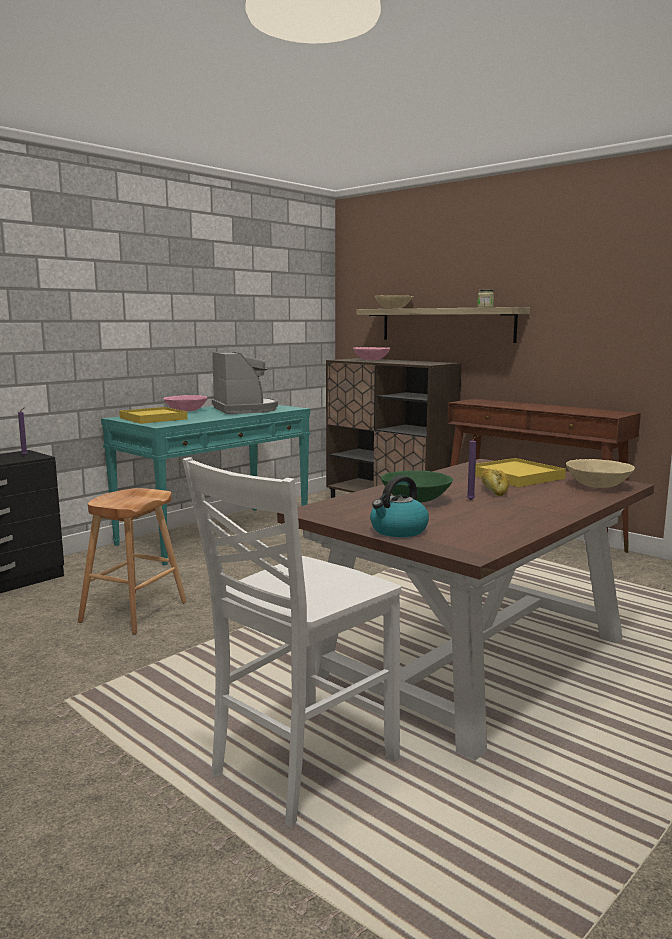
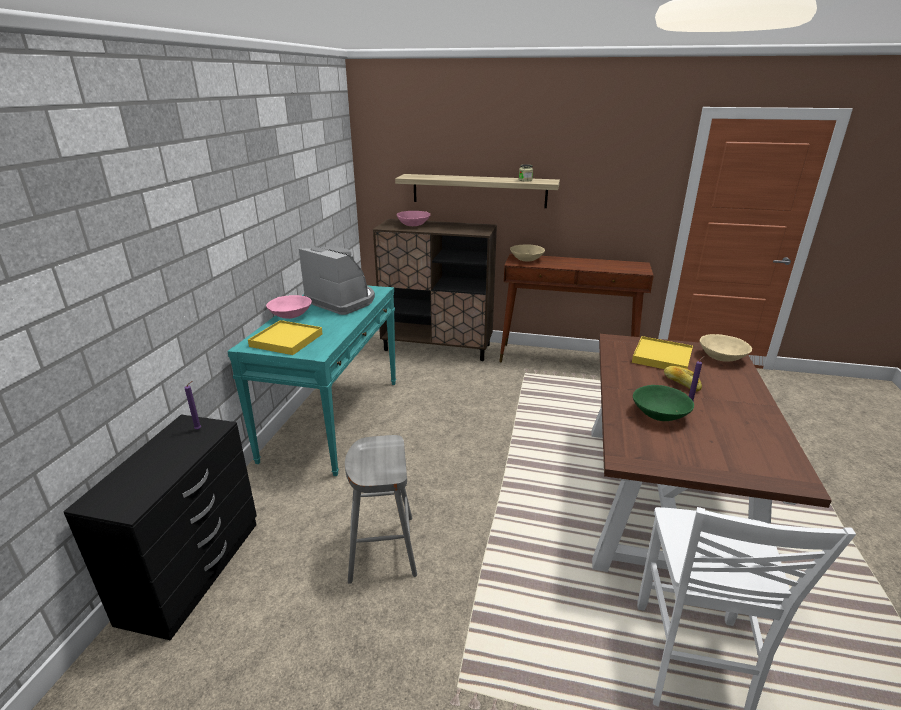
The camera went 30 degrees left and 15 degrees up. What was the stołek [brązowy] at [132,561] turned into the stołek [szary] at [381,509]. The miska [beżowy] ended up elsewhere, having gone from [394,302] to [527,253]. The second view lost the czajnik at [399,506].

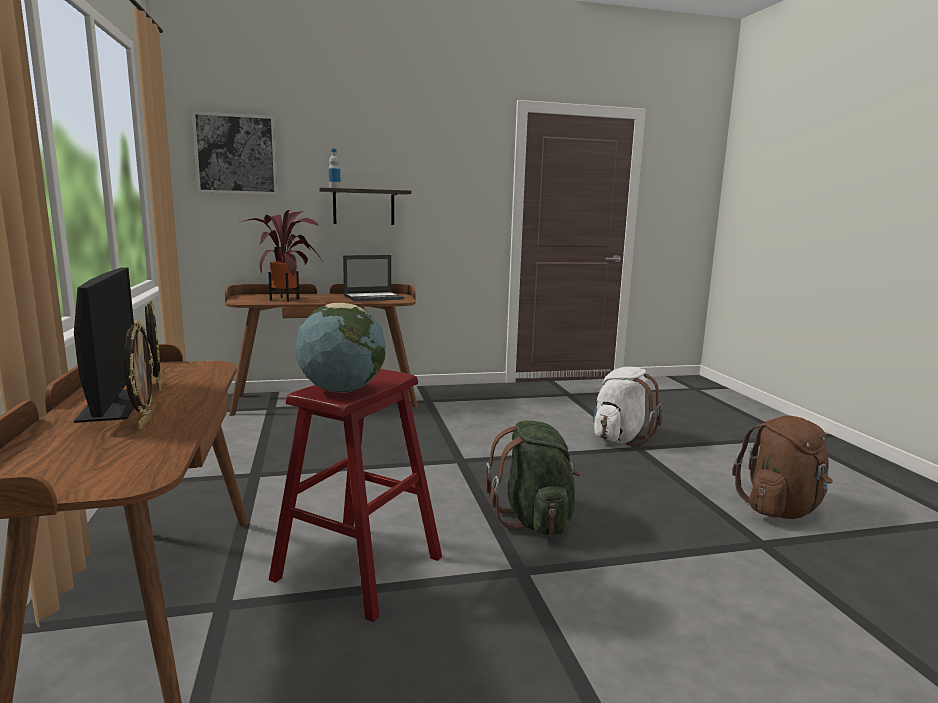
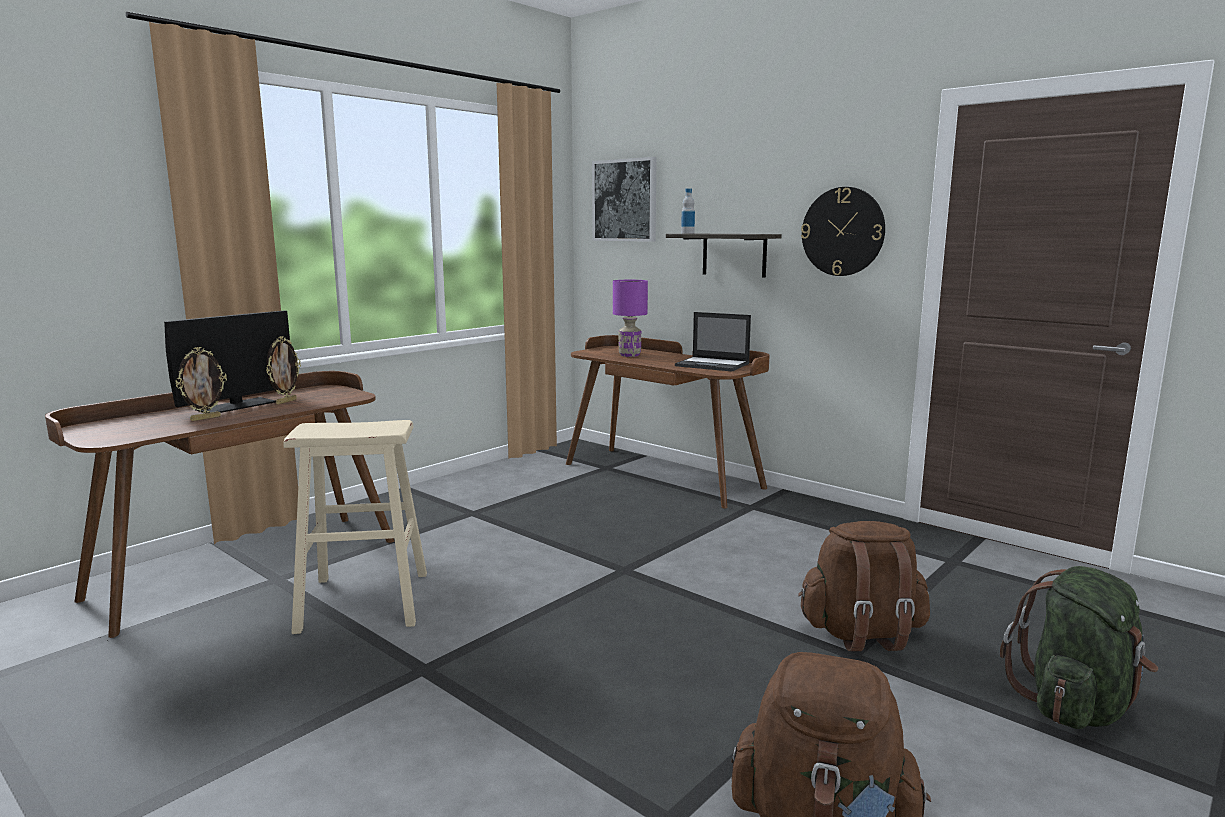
The camera went 55 degrees right and 0 degrees up. What was the stołek [czerwony] at [355,495] turned into the stołek [beżowy] at [355,527]. Where the roślina doniczkowa stood at [281,256], the lampa stołowa [fioletowy] came to stand at [630,318]. What was the plecak [biały] at [627,407] turned into the plecak [brązowy] at [864,586]. The second view gained the zegar ścienny at [843,231]. The plecak [zielony] ended up elsewhere, having gone from [533,478] to [1079,647]. The second view lost the globus at [340,348].

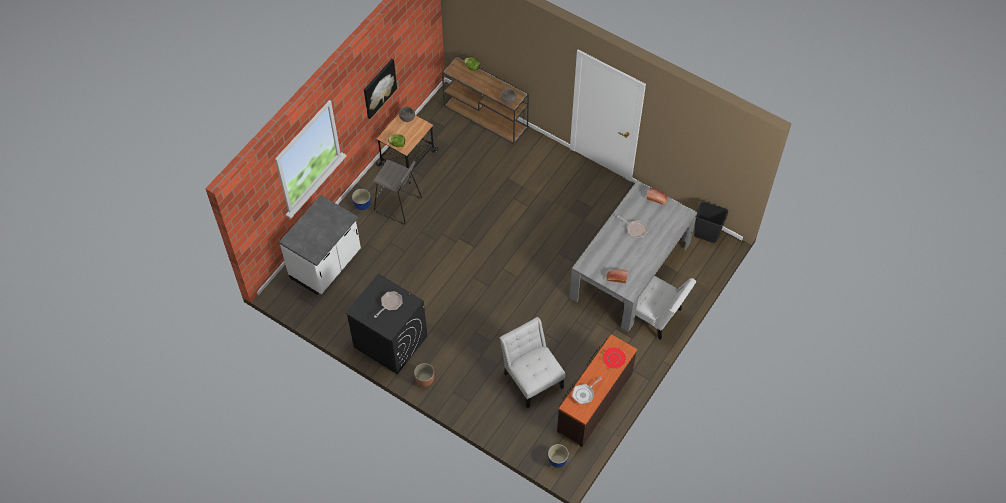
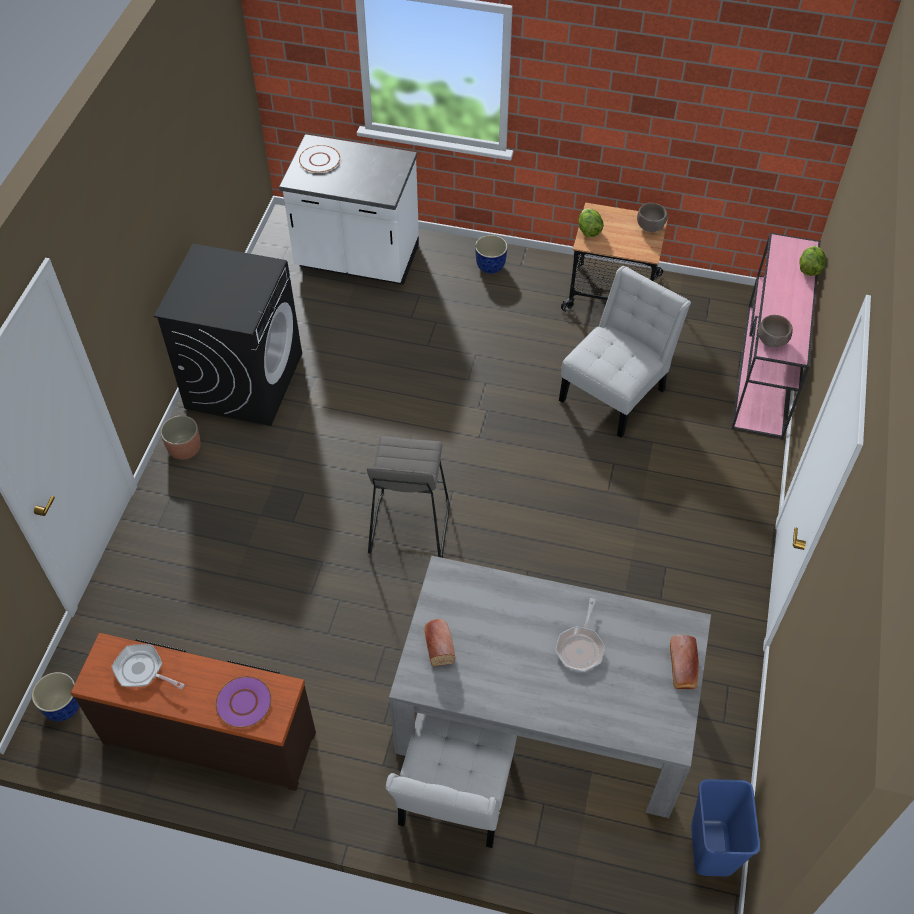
The camera went 70 degrees right and 5 degrees down. What was the talerz [czerwony] at [614,358] turned into the talerz [fioletowy] at [243,702]. The second view gained the talerz [biały] at [319,159]. The stołek [szary] ended up elsewhere, having gone from [397,192] to [408,497]. The krzesło [biały] ended up elsewhere, having gone from [532,362] to [625,352]. What was the kosz na śmieci [czarny] at [711,222] turned into the kosz na śmieci [niebieski] at [725,827]. What was the stolik konsolowy [brązowy] at [485,100] turned into the stolik konsolowy [różowy] at [776,335]. The second view lost the obraz at [380,89]. The second view lost the patelnia at [388,304].

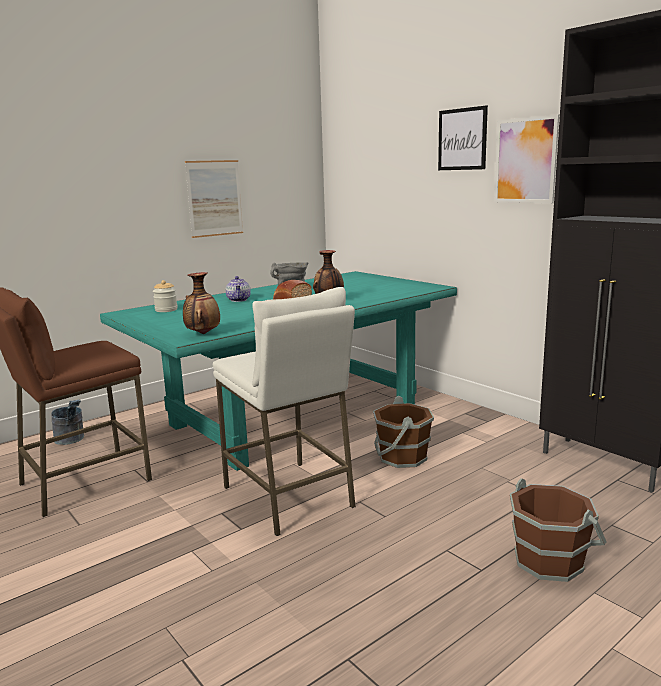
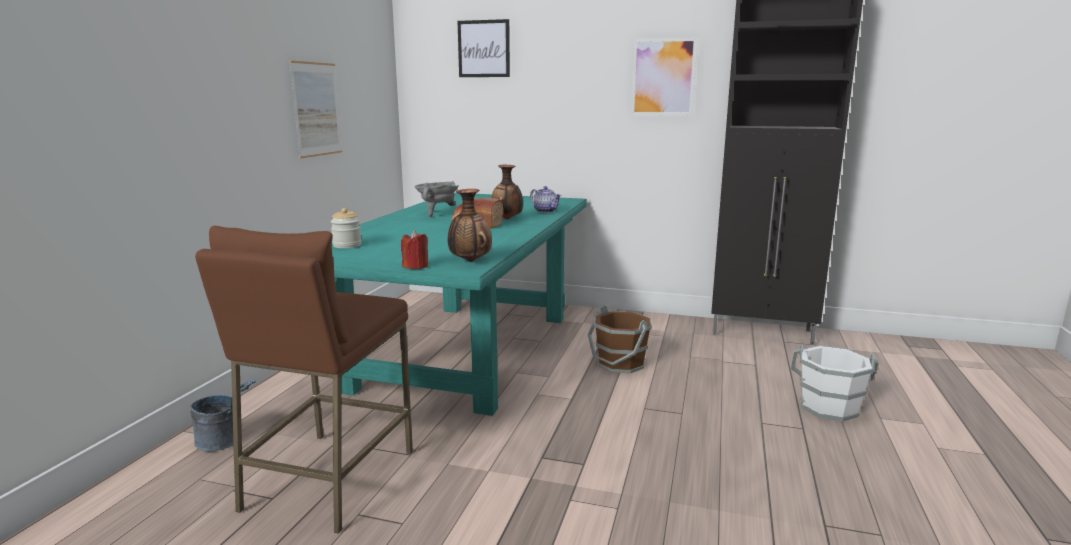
The camera went 35 degrees left and 0 degrees up. The second view gained the świeca [czerwony] at [414,249]. The obraz ended up elsewhere, having gone from [463,137] to [484,48]. The imbryk ended up elsewhere, having gone from [238,289] to [545,199]. What was the wiadro [brązowy] at [558,530] turned into the wiadro [biały] at [834,383]. The second view lost the stołek [biały] at [284,411].

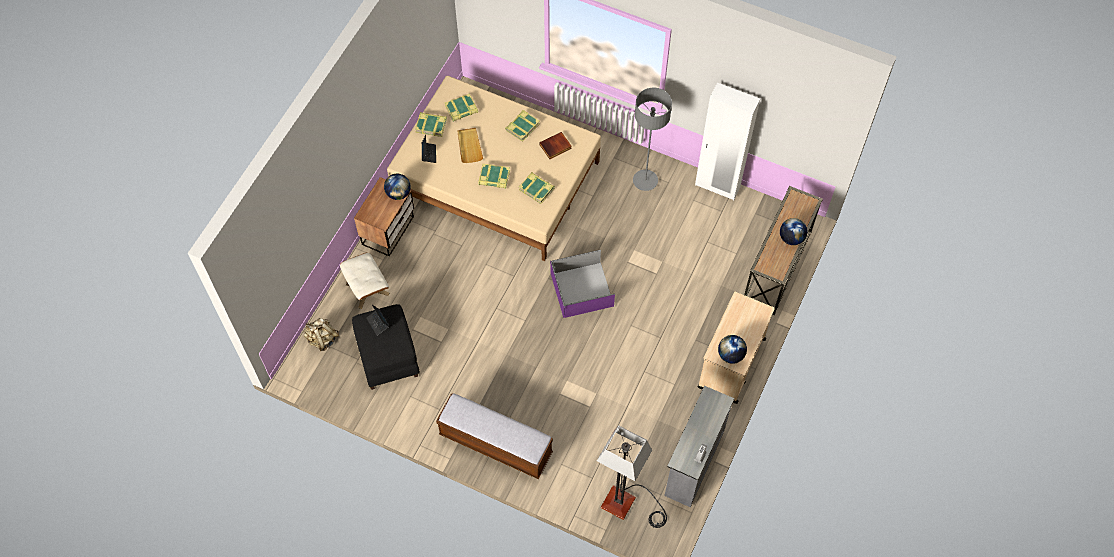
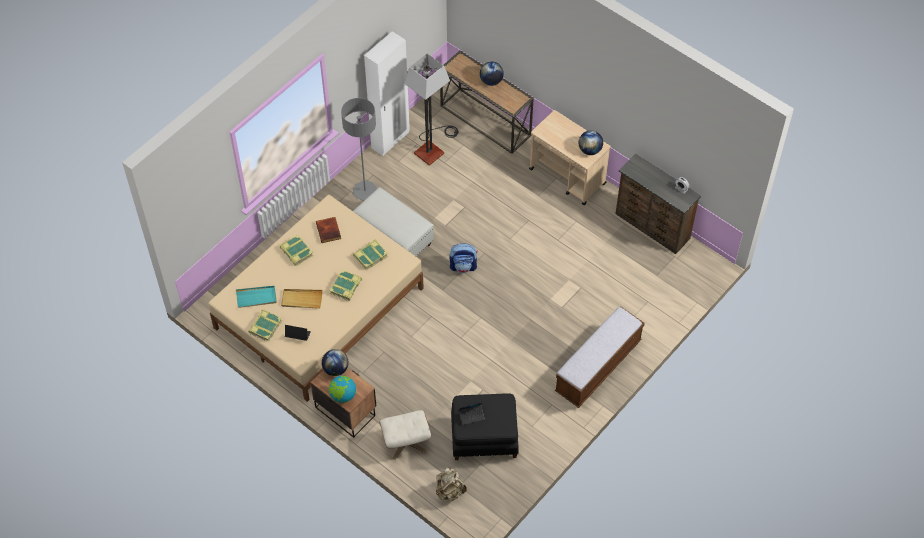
The camera went 75 degrees left and 5 degrees down. Where the książka stood at [461,108], the taca [turkusowy] came to stand at [256,297]. The second view gained the globus at [342,389]. The second view gained the pufa [biały] at [393,221]. The lampa stojąca ended up elsewhere, having gone from [632,477] to [431,109]. Where the pojemnik do przechowywania [fioletowy] stood at [582,284], the plecak came to stand at [464,258]. What was the komoda [szary] at [699,446] turned into the komoda [brązowy] at [658,203].

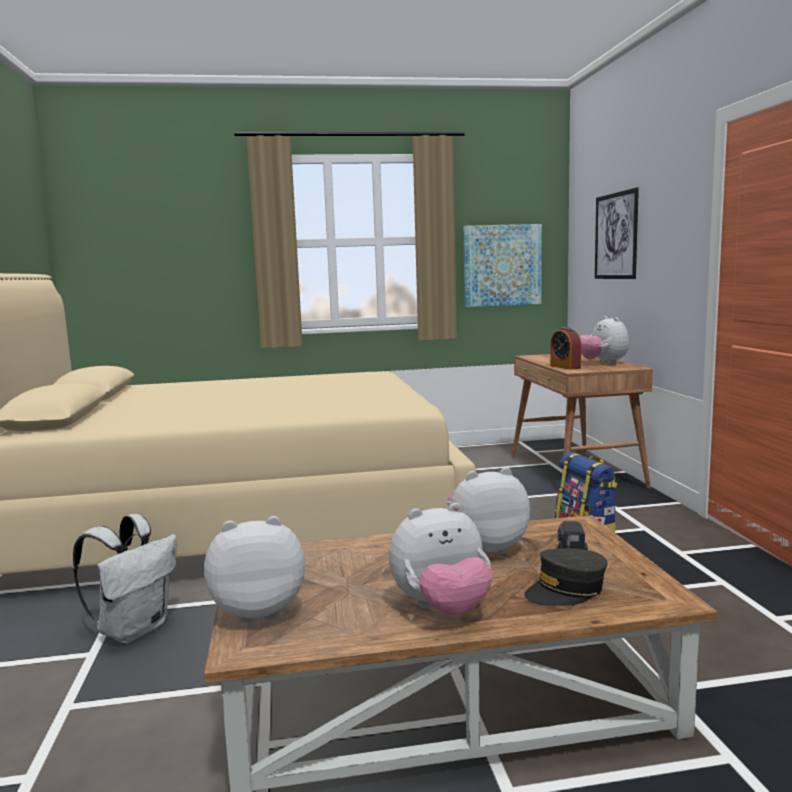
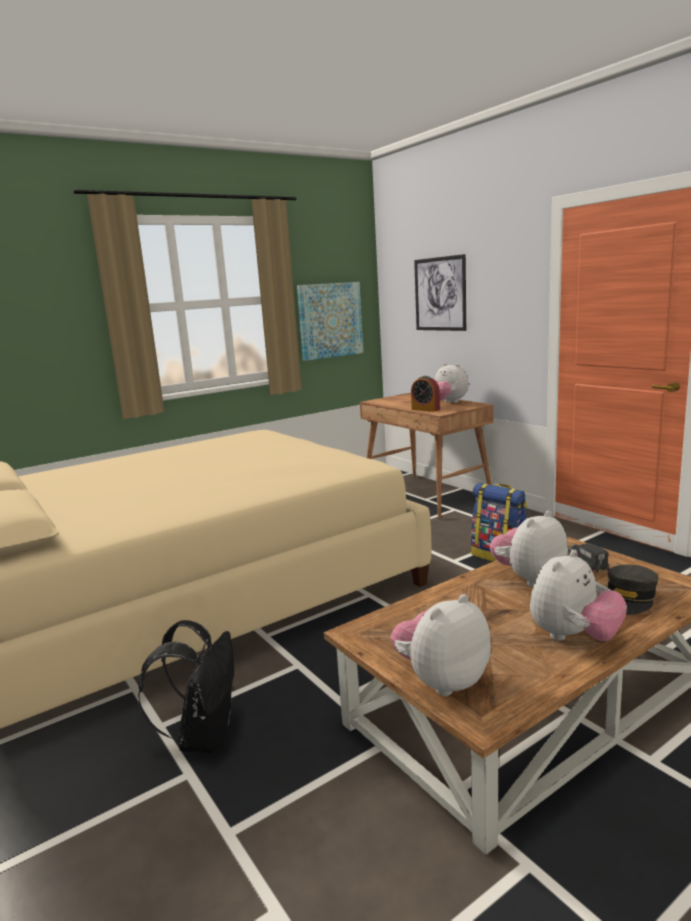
The camera went 25 degrees left and 5 degrees up. What was the plecak [biały] at [125,578] turned into the plecak [czarny] at [186,686].

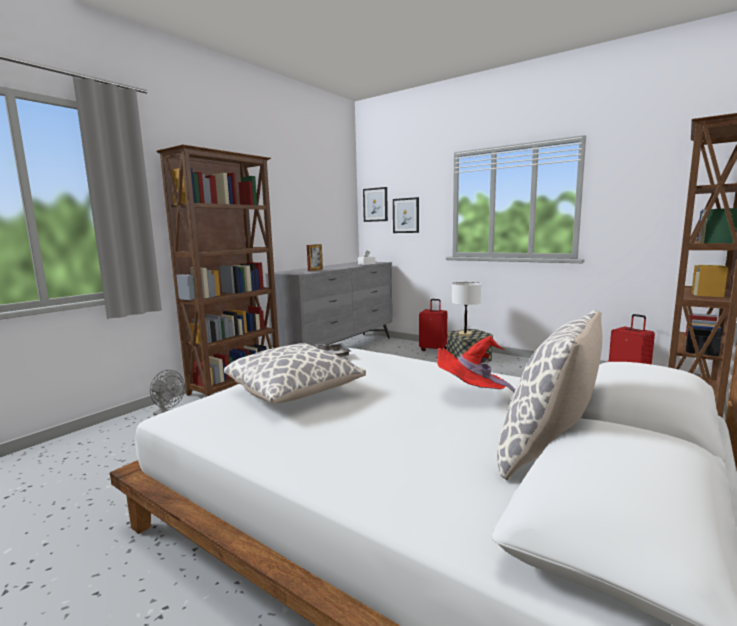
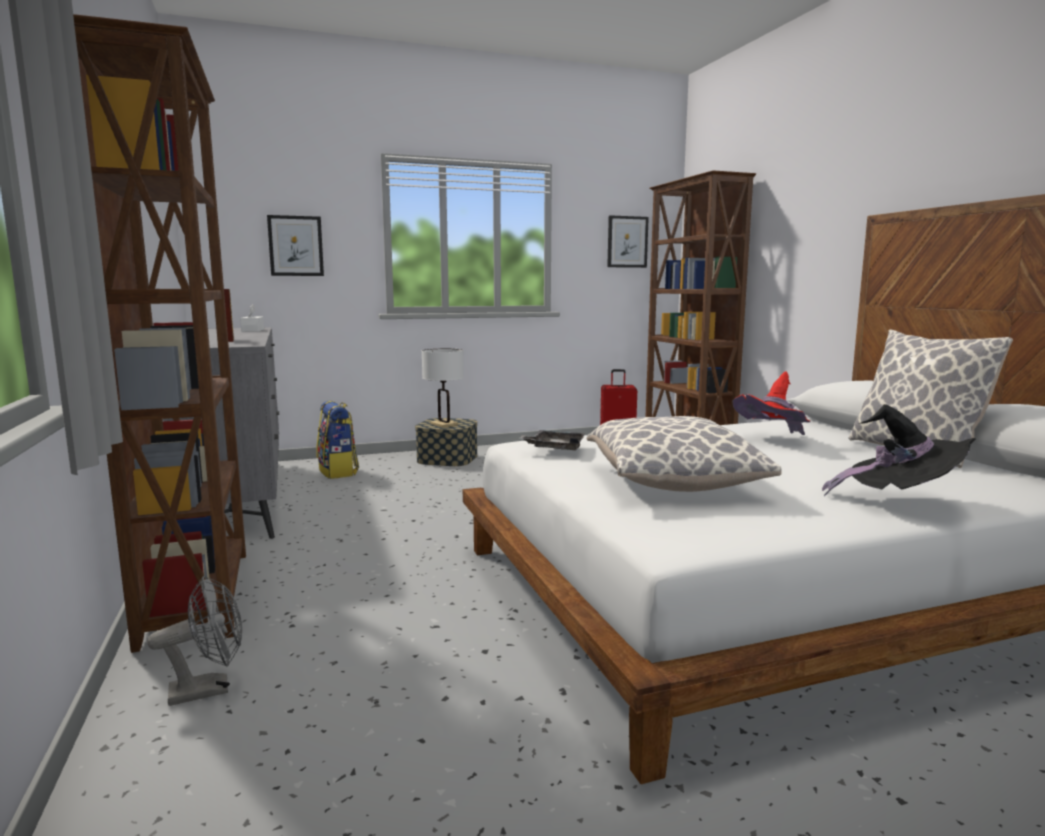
The camera went 55 degrees left and 0 degrees up. The second view gained the plecak at [337,439]. The obraz ended up elsewhere, having gone from [375,204] to [628,241]. The second view gained the kapelusz [czarny] at [899,450]. The second view lost the walizka [czerwony] at [433,325].

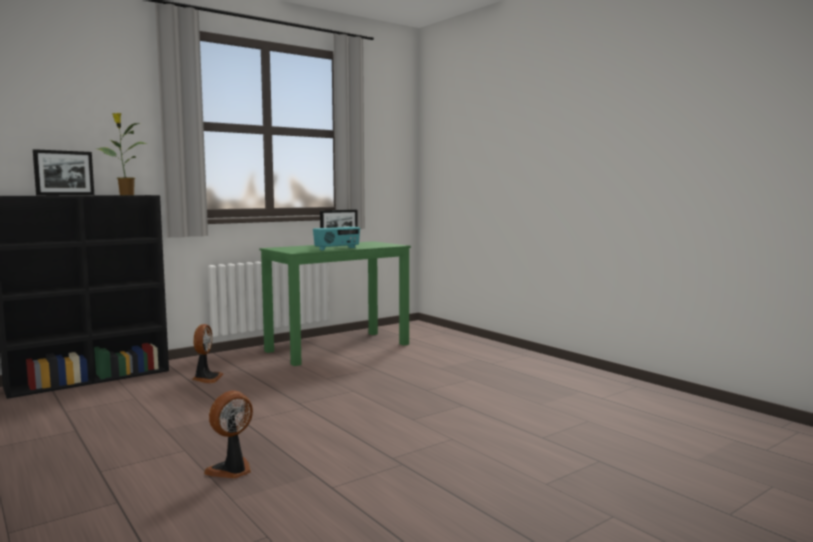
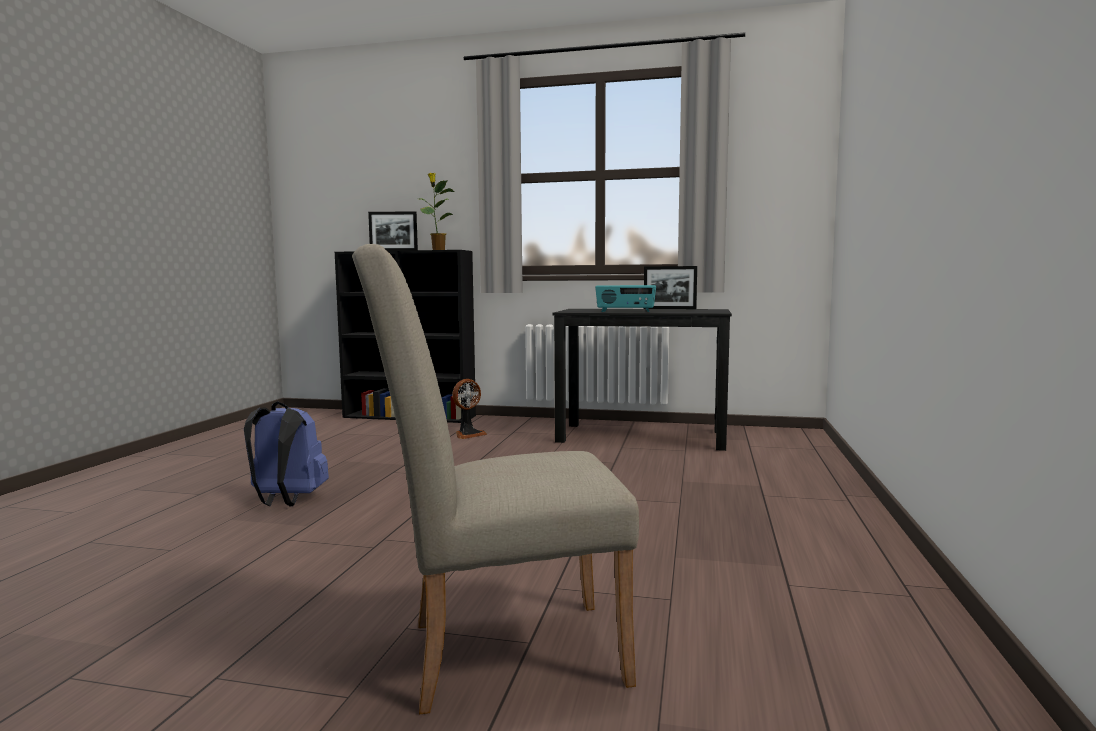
The camera went 50 degrees right and 0 degrees up. Where the wentylator stood at [228,434], the plecak [niebieski] came to stand at [286,453]. The second view gained the krzesło [beżowy] at [495,479]. What was the biurko [zielony] at [335,303] turned into the biurko [czarny] at [642,380].

